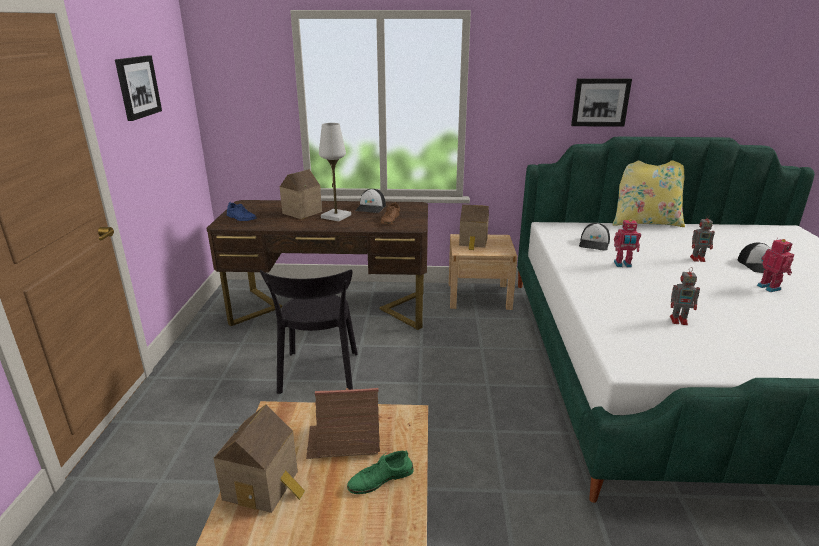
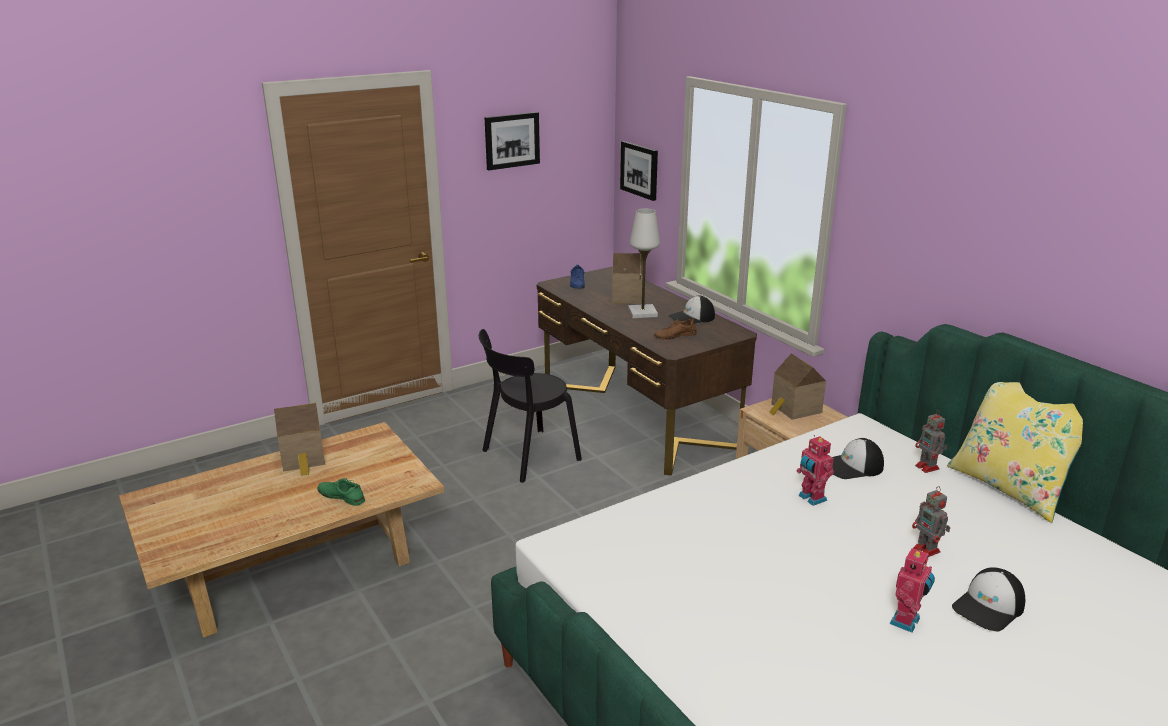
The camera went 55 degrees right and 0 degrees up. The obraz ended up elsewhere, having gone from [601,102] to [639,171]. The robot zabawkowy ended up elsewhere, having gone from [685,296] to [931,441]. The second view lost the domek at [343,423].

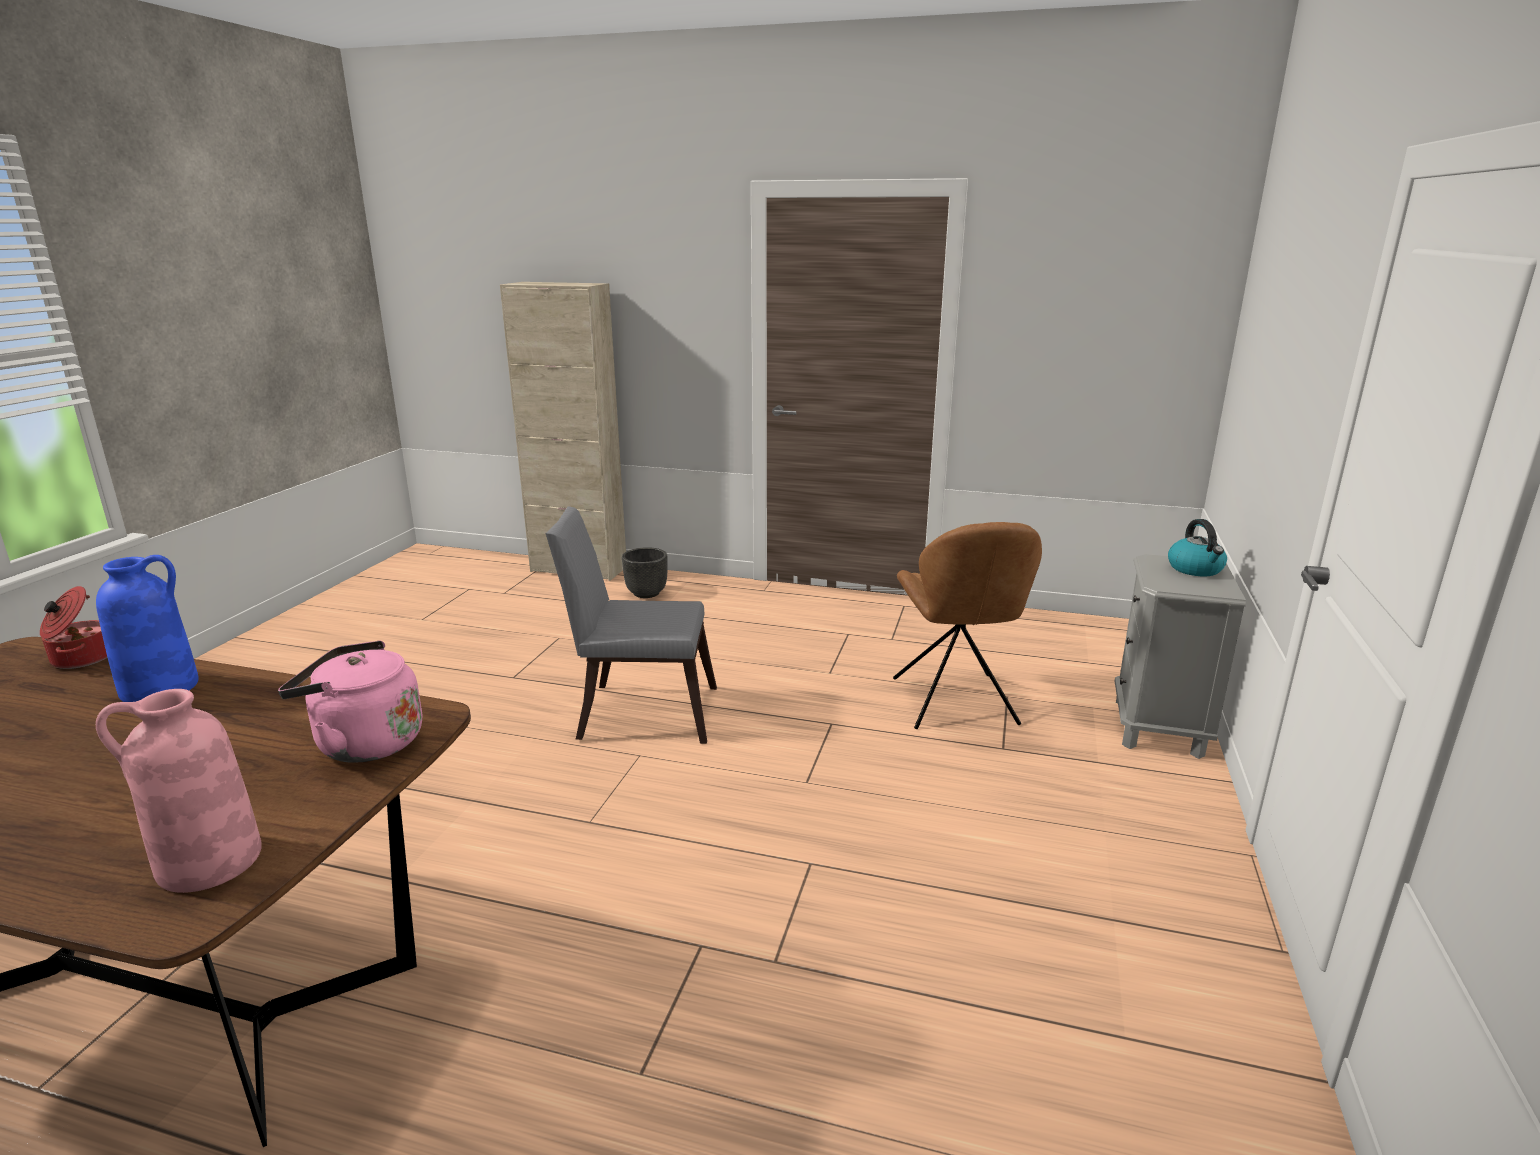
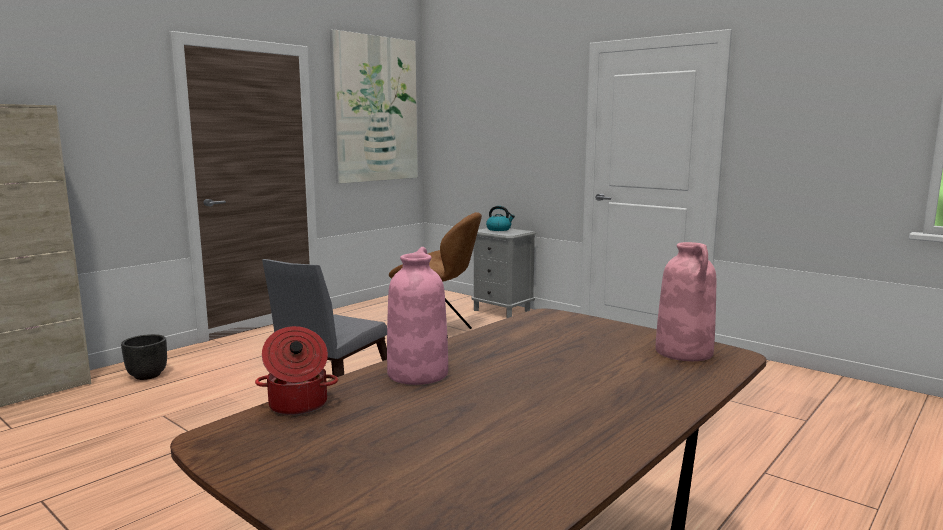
The camera went 65 degrees left and 10 degrees down. The second view gained the obraz at [374,106]. What was the wazon [niebieski] at [147,628] turned into the wazon [różowy] at [417,316]. The second view lost the czajnik [różowy] at [350,701].

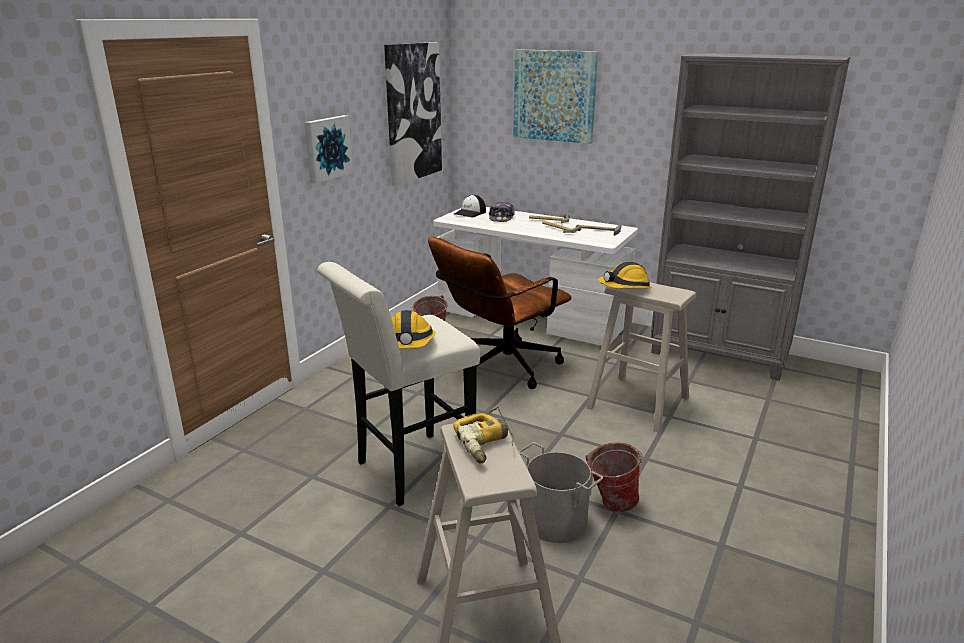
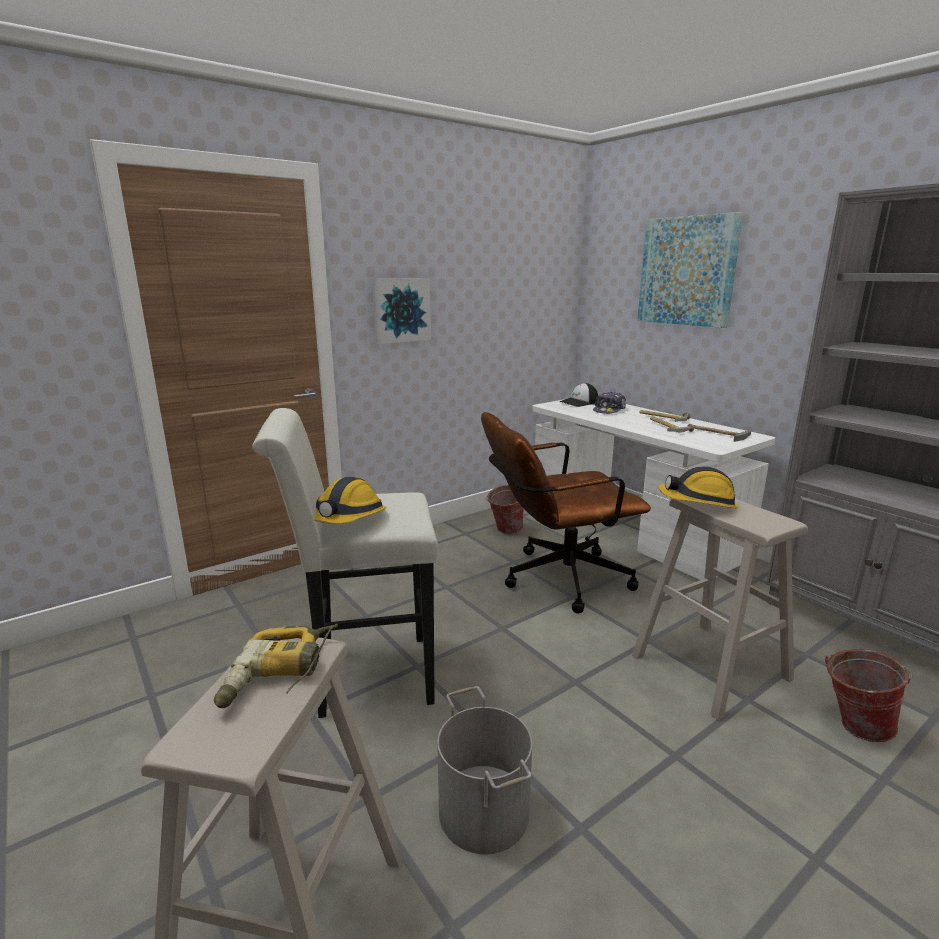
The camera went 25 degrees right and 5 degrees down. The wiadro ended up elsewhere, having gone from [614,477] to [868,695]. The second view lost the obraz at [413,114].

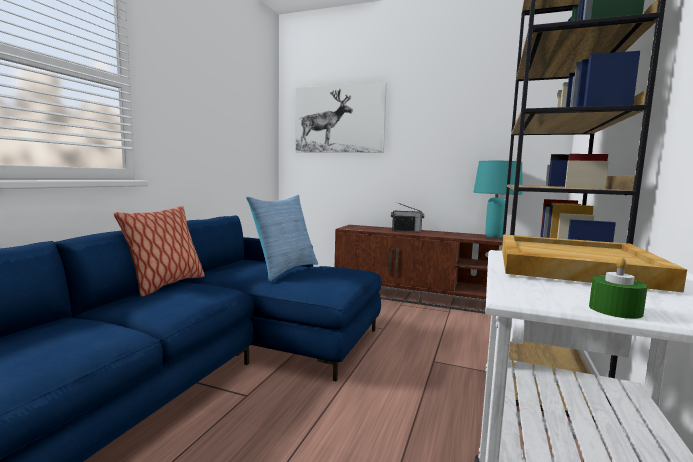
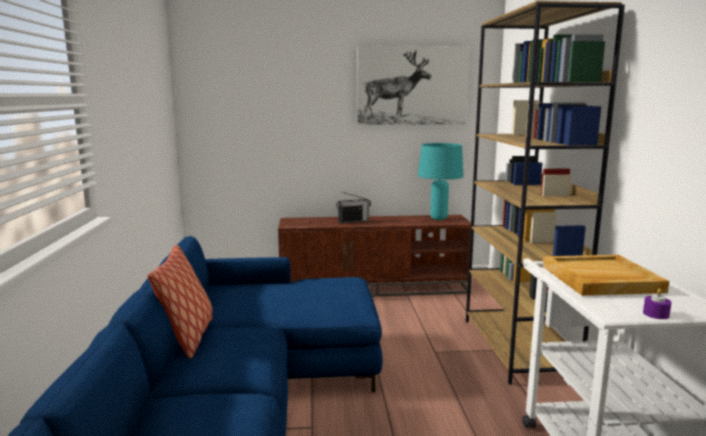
The camera went 25 degrees left and 5 degrees up. The obraz ended up elsewhere, having gone from [341,117] to [413,85]. What was the świeca [zielony] at [618,288] turned into the świeca [fioletowy] at [657,303]. The second view lost the poduszka at [282,238].

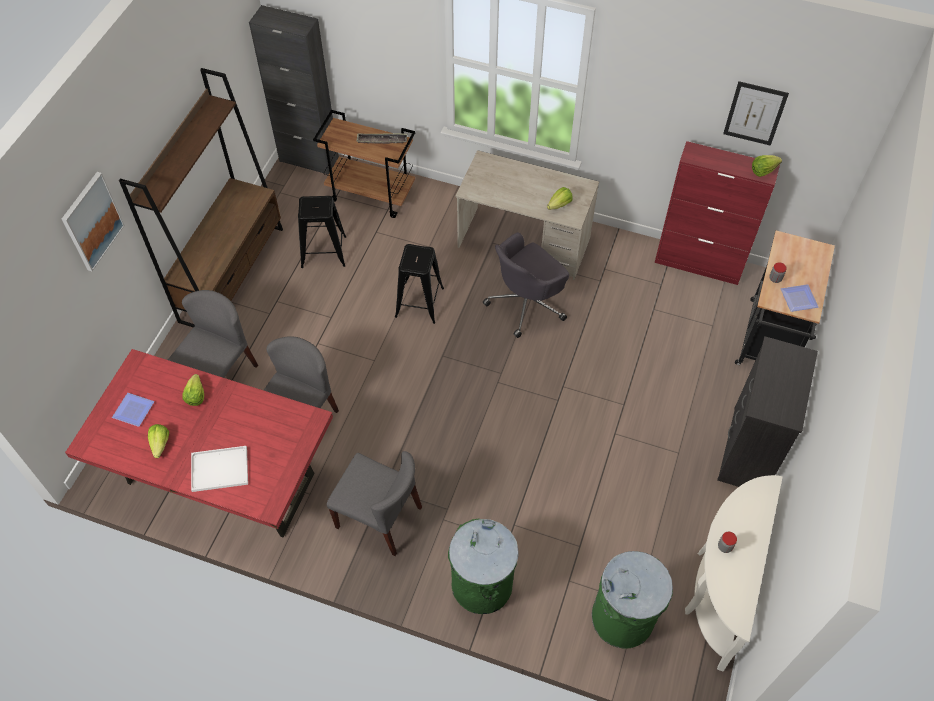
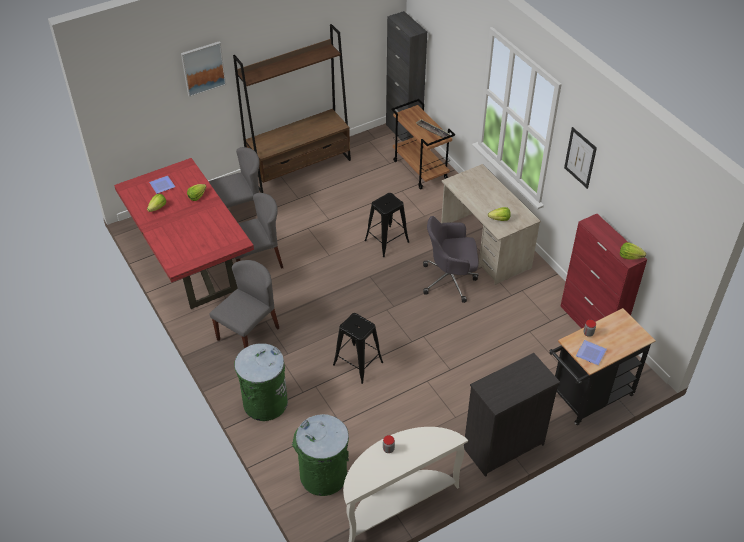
The camera went 40 degrees right and 10 degrees down. The krzesło [szary] at [374,503] ended up facing another way, 120 degrees counterclockwise from before. The stołek [czarny] ended up elsewhere, having gone from [322,232] to [358,348]. The obraz ended up elsewhere, having gone from [756,113] to [580,158]. The second view lost the taca [biały] at [219,469].

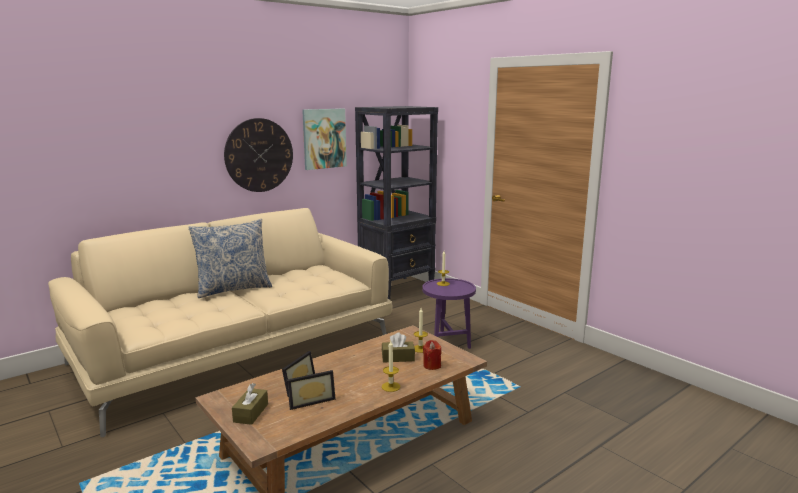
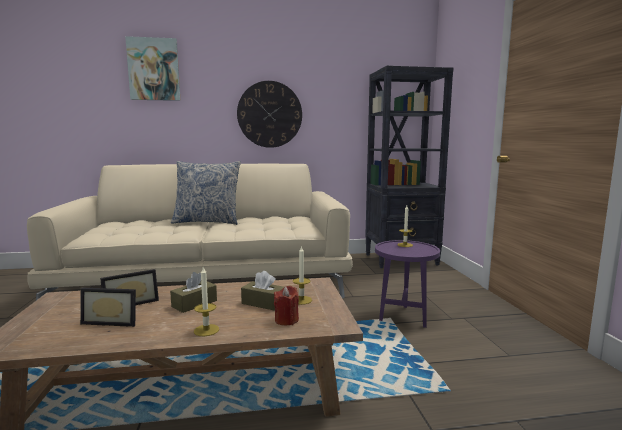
The camera went 30 degrees right and 5 degrees down. The obraz ended up elsewhere, having gone from [324,139] to [152,68]. The pudełko chusteczek [brązowy] ended up elsewhere, having gone from [250,404] to [193,292].

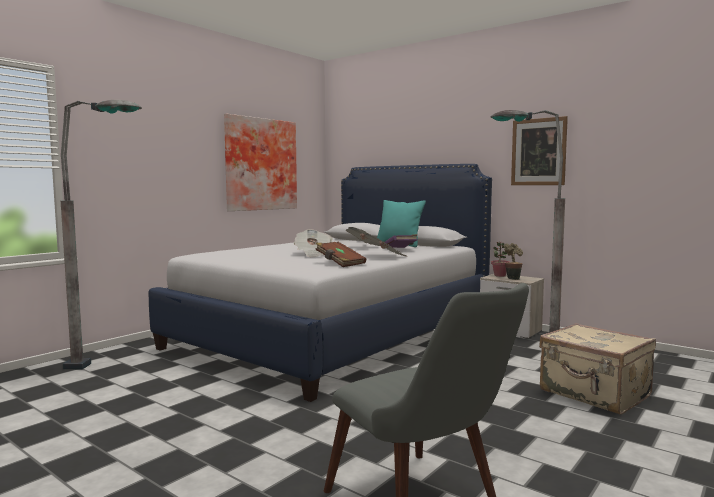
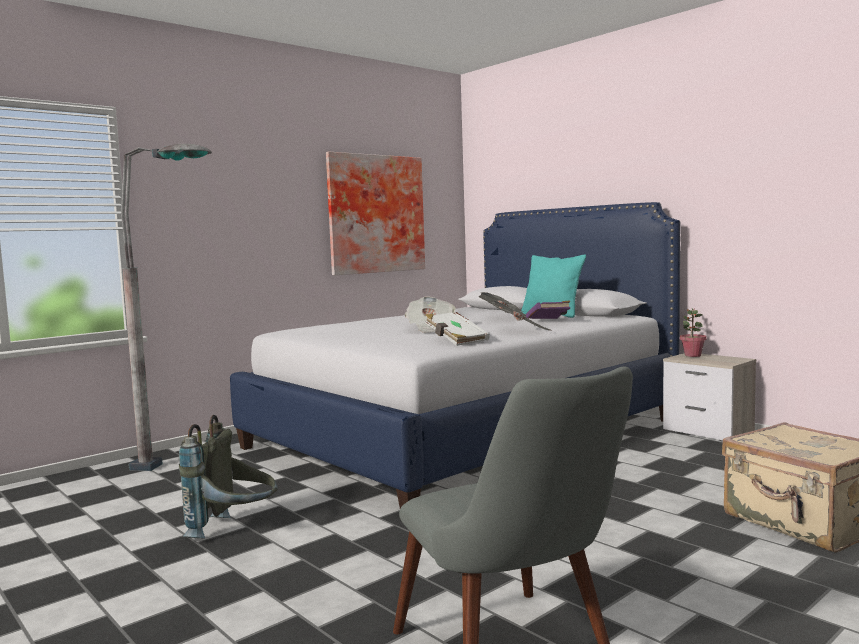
The camera went 10 degrees right and 0 degrees up. The second view gained the plecak [szary] at [228,476]. What was the książka [brązowy] at [340,254] turned into the książka [biały] at [457,329]. The second view lost the lampa stojąca [szary] at [528,221]. The second view lost the roślina doniczkowa at [513,261]. The second view lost the obraz at [539,150].

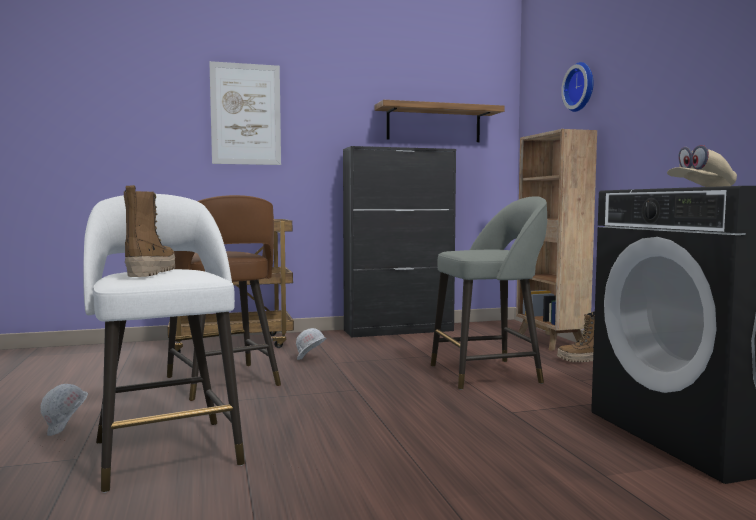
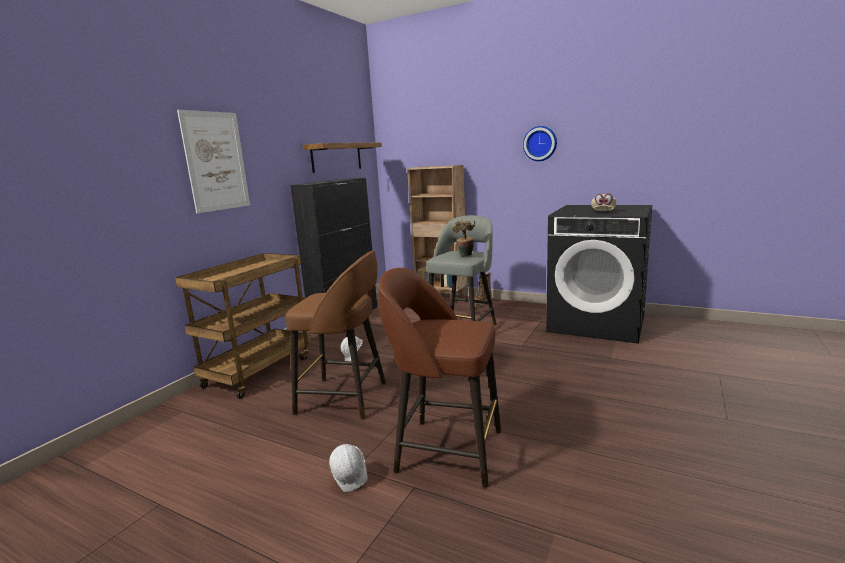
The camera went 45 degrees left and 10 degrees up. What was the stołek [biały] at [164,343] turned into the stołek [brązowy] at [440,378]. The second view gained the roślina doniczkowa at [463,237]. The zegar ścienny ended up elsewhere, having gone from [577,87] to [540,143]. The second view lost the but z cholewką at [149,231].

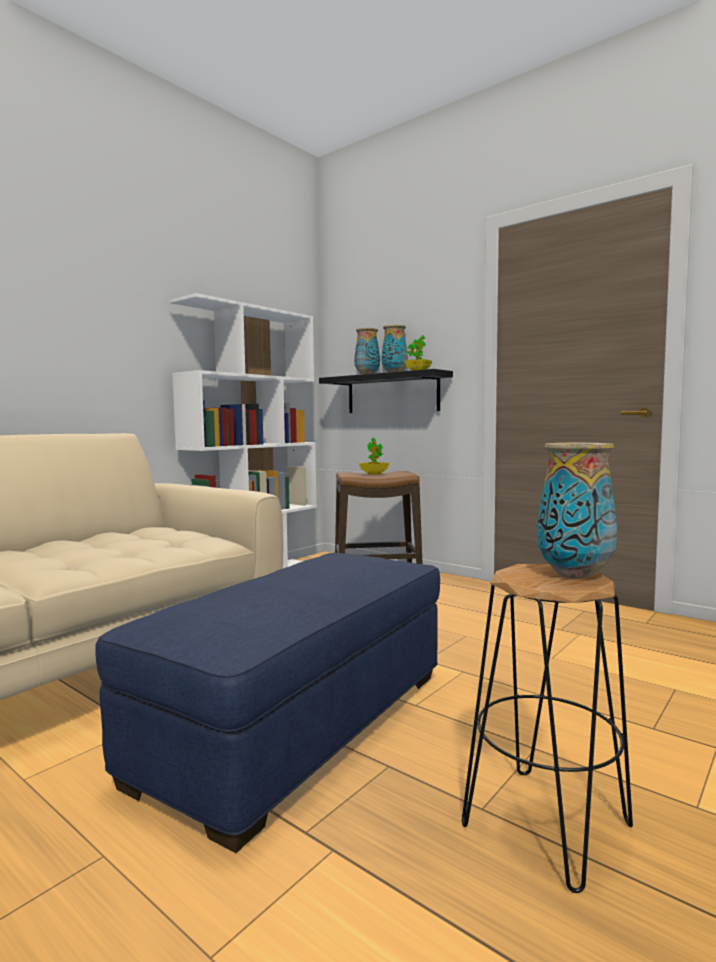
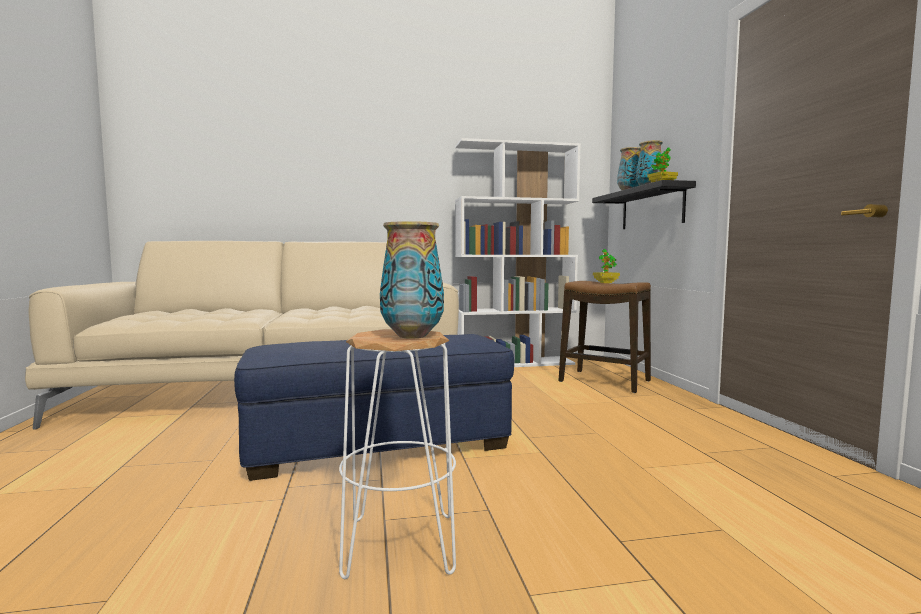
The camera went 40 degrees right and 0 degrees up. What was the stołek [czarny] at [547,728] turned into the stołek [biały] at [397,454].

